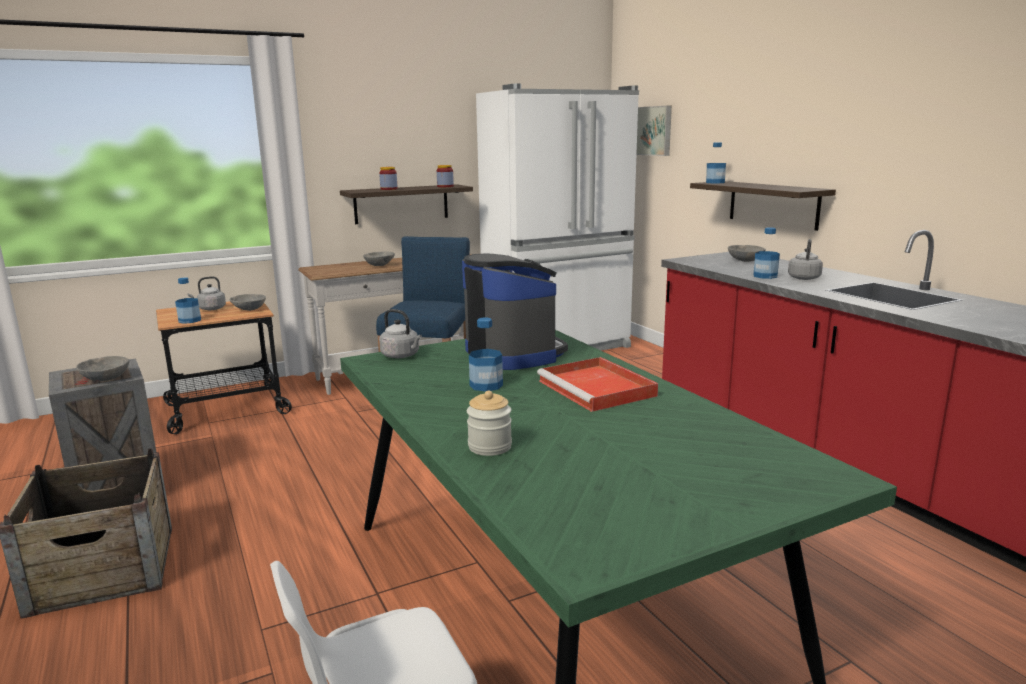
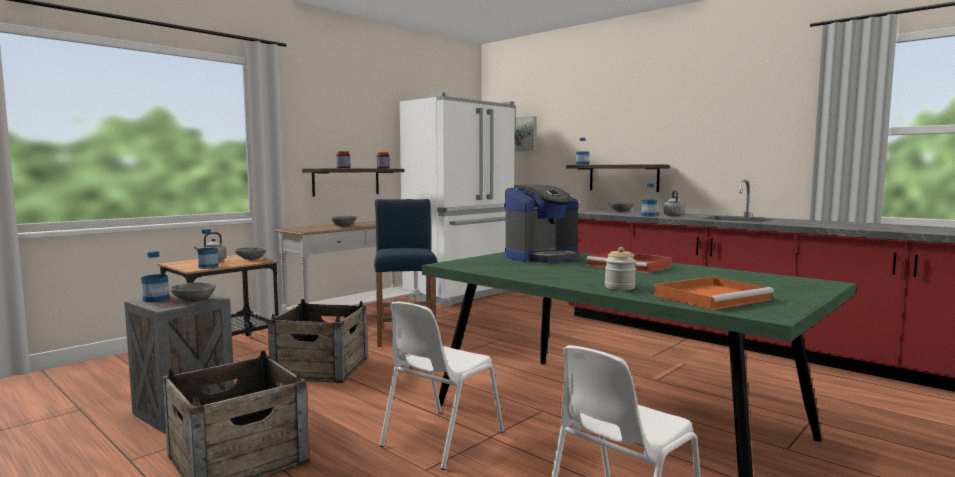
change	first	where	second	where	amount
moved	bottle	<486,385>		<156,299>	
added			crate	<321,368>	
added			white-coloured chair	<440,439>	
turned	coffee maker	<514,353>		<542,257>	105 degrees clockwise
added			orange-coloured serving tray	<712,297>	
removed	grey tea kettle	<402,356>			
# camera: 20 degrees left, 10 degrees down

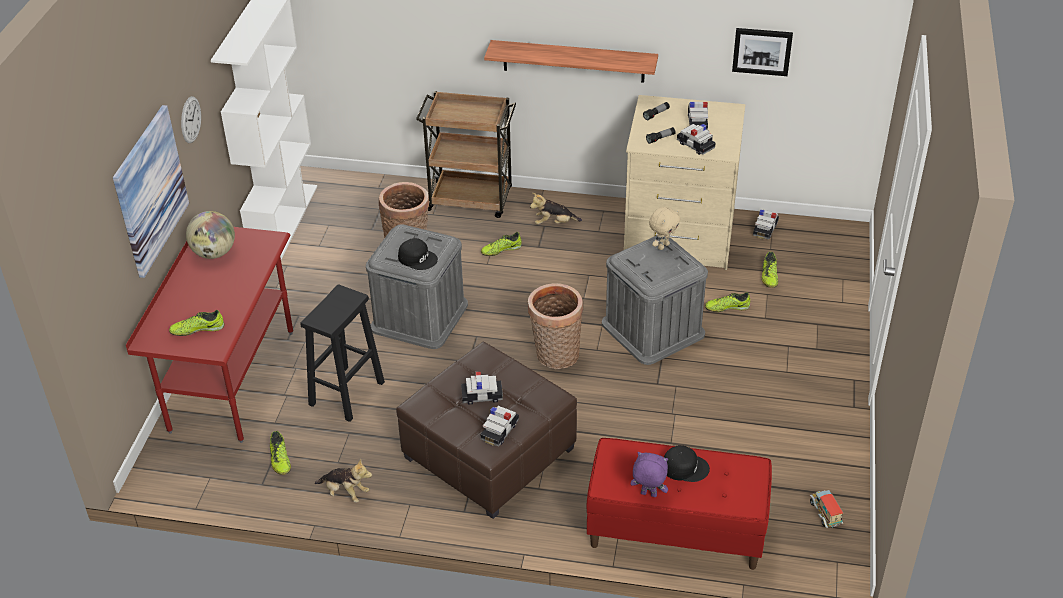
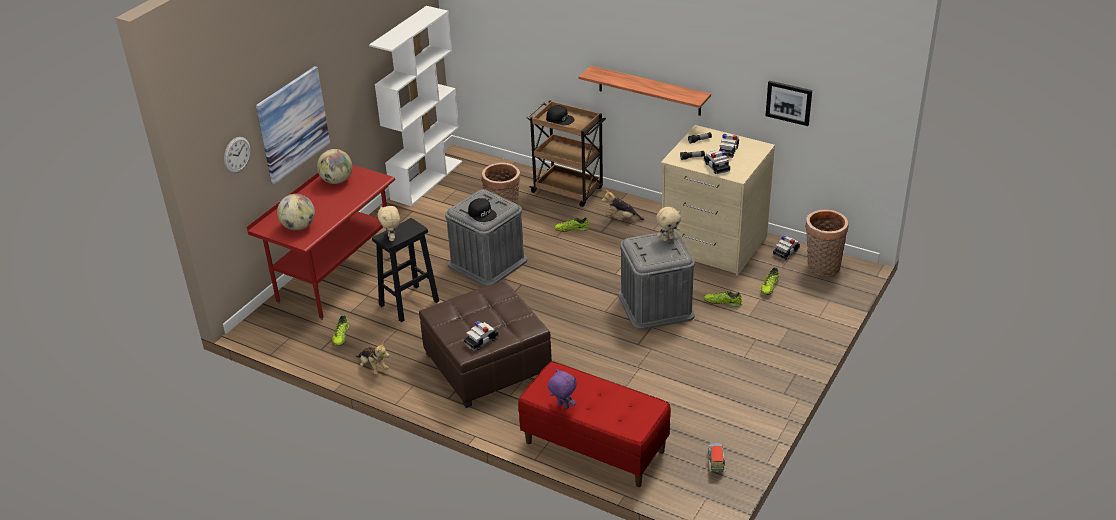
change	first	where	second	where	amount
moved	wall clock	<190,119>		<237,155>	
replaced	shoe	<197,329>	desk globe	<299,227>	
added			beige-coloured soft toy	<392,238>	
moved	black-coloured peaked cap	<685,467>		<560,119>	
moved	storage basket	<555,356>		<821,267>	
removed	miniature car	<482,396>			
# camera: 20 degrees right, 5 degrees down

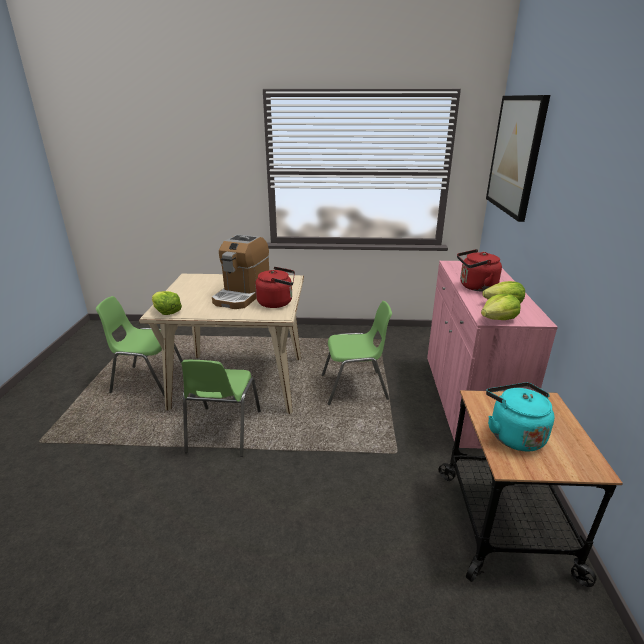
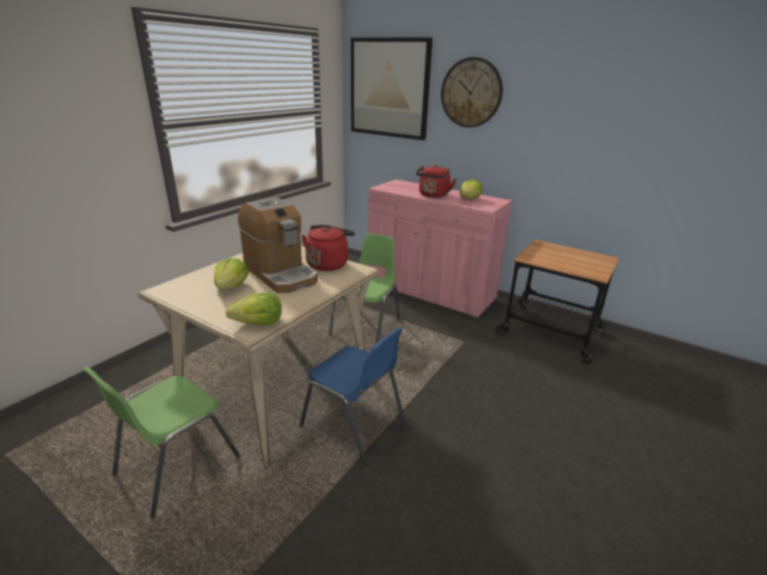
change	first	where	second	where	amount
moved	lettuce	<498,319>		<231,287>	
recoloured	green-coloured chair	<223,432>	blue-coloured chair	<354,426>	
added			wall clock	<471,93>	
removed	turquoise tea kettle	<513,434>			
# camera: 60 degrees left, 0 degrees up

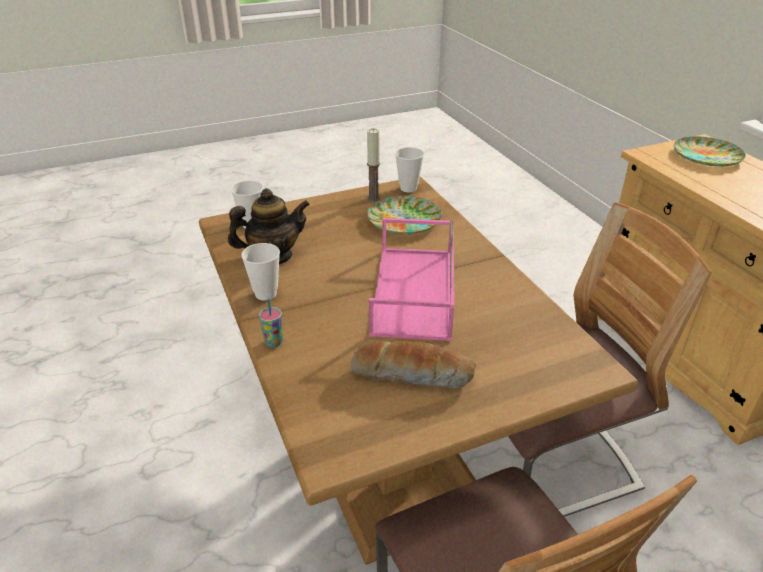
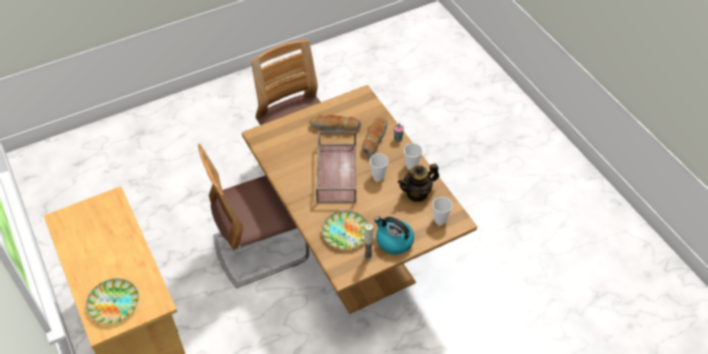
change	first	where	second	where	amount
recoloured	pink-coloured serving tray	<415,292>	brown-coloured serving tray	<336,172>	
added			bread	<374,139>	
moved	drinking cup	<408,188>		<378,176>	
added			tea kettle	<393,241>	
# camera: 175 degrees right, 15 degrees up

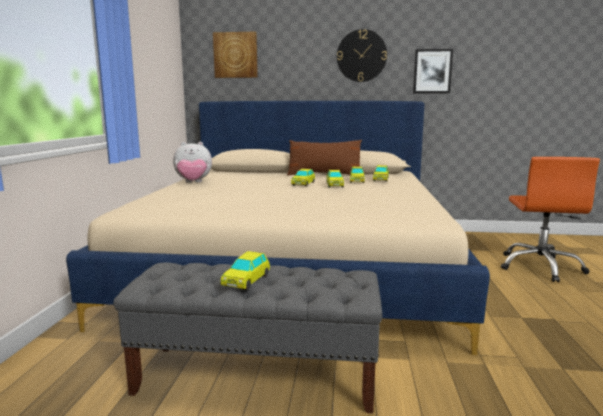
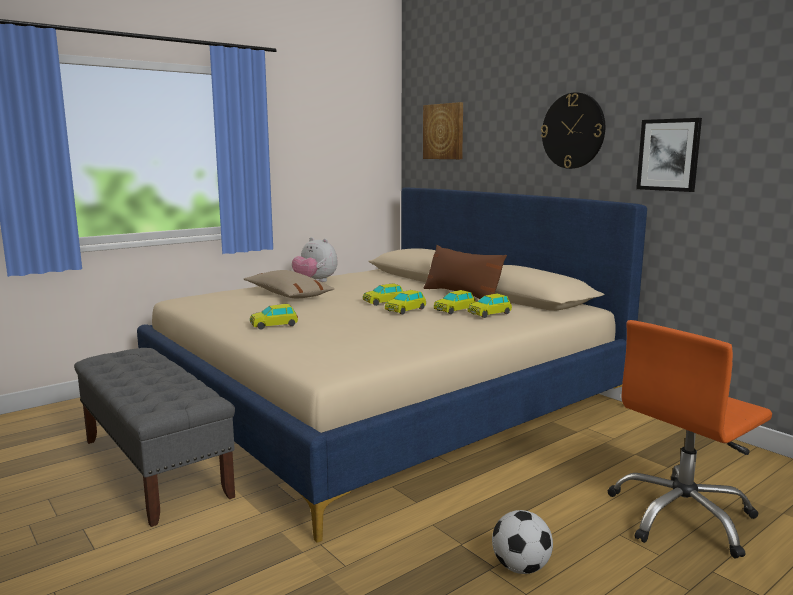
change	first	where	second	where	amount
added			beige-coloured cushion	<288,295>	
moved	miniature car	<246,280>		<274,325>	
added			football	<520,567>	
# camera: 45 degrees right, 0 degrees up

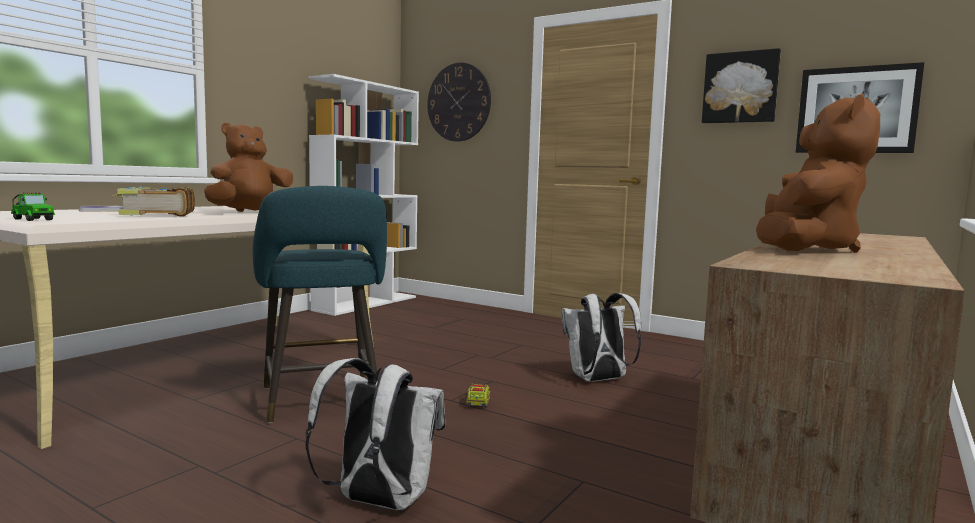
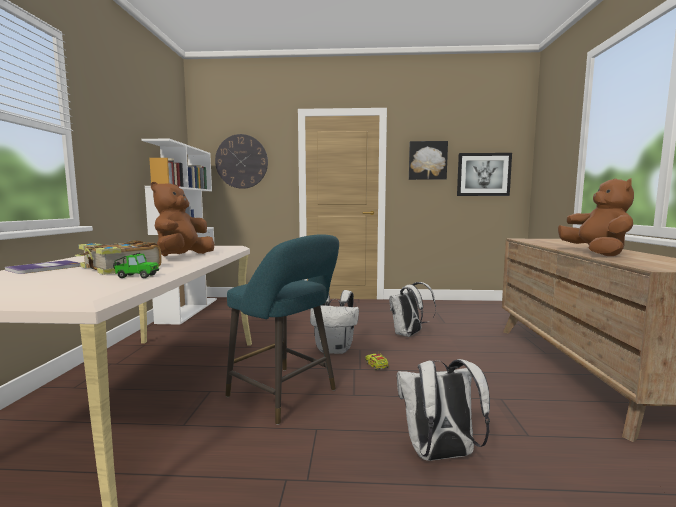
change	first	where	second	where	amount
moved	miniature car	<32,219>		<135,276>	
added			white-coloured backpack	<335,349>	
# camera: 30 degrees left, 0 degrees up

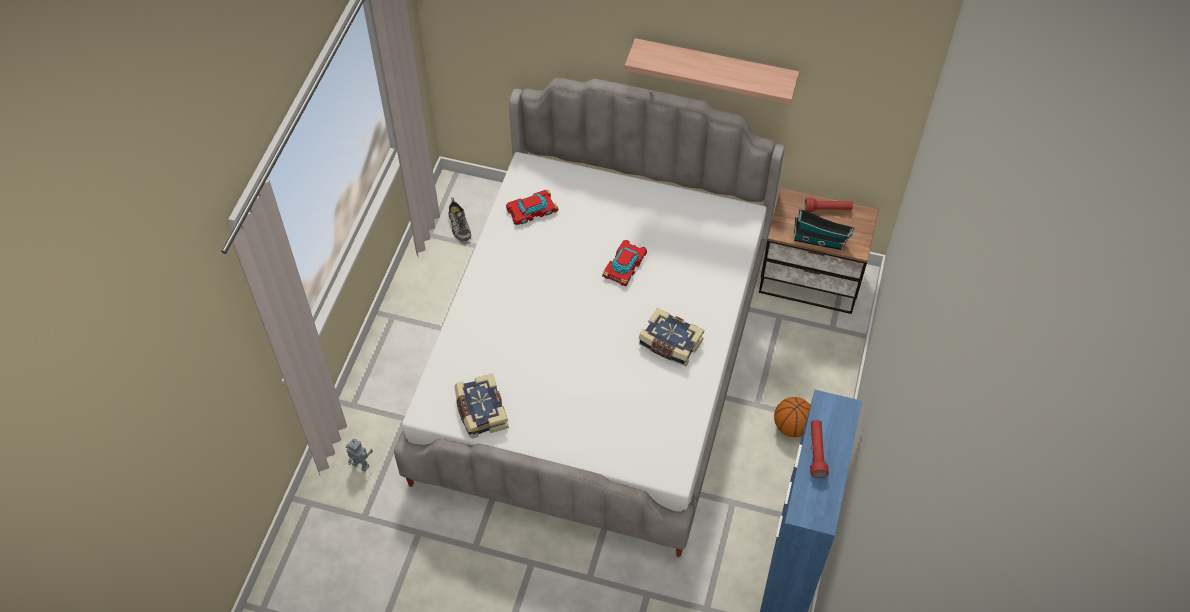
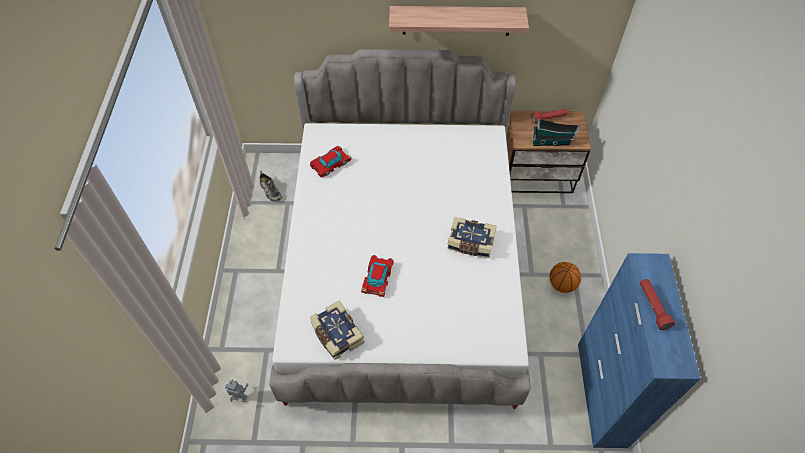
change	first	where	second	where	amount
moved	miniature car	<625,266>		<378,278>	
# camera: 15 degrees left, 0 degrees up

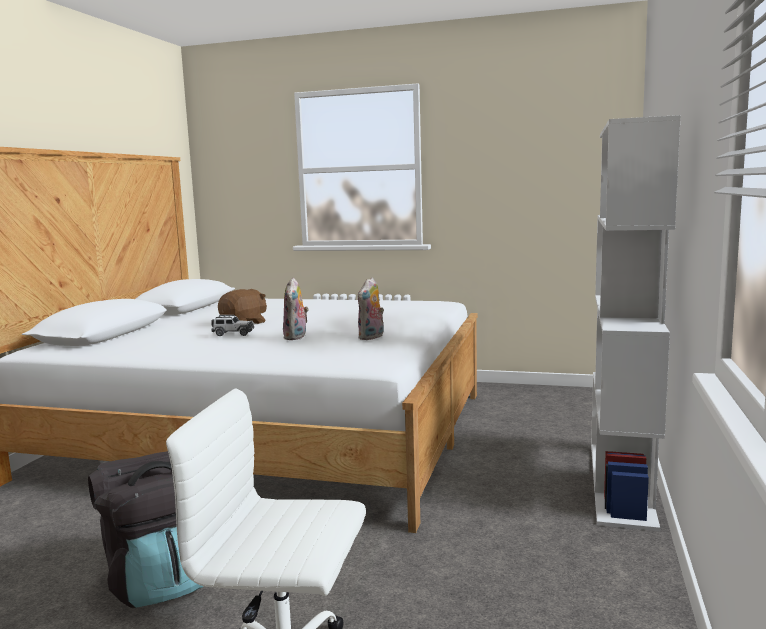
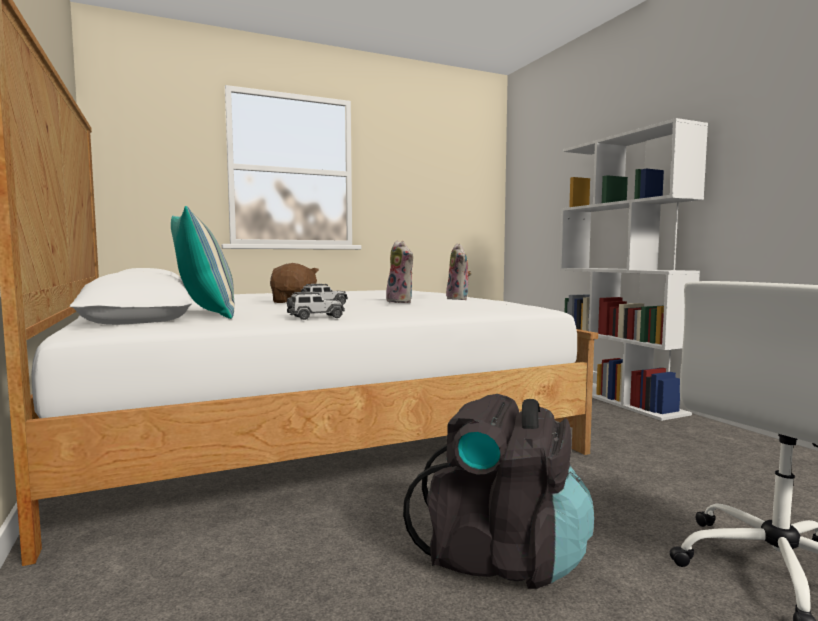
change	first	where	second	where	amount
added			cushion	<206,314>	
added			miniature car	<316,317>	
# camera: 40 degrees left, 5 degrees down

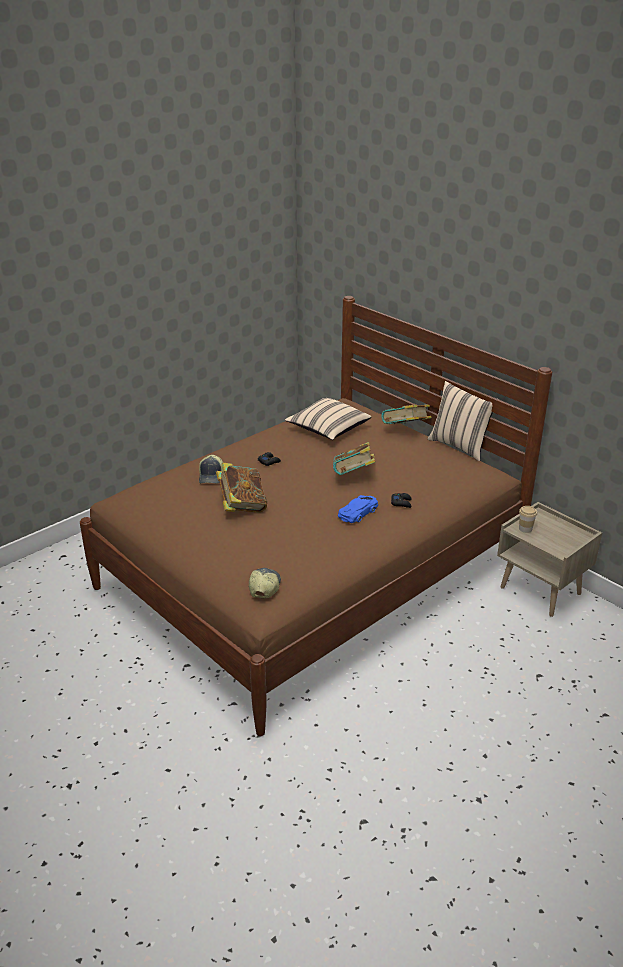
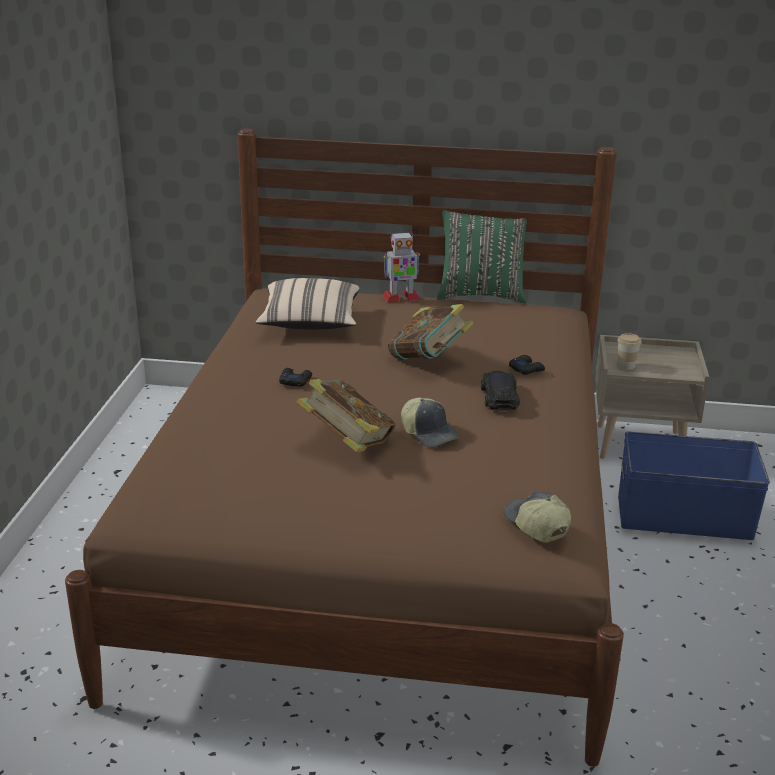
change	first	where	second	where	amount
replaced	bound book	<405,431>	toy robot	<401,297>	
moved	peaked cap	<212,476>		<429,433>	
recoloured	beige-coloured cushion	<460,446>	green-coloured cushion	<481,295>	
recoloured	blue-coloured miniature car	<358,512>	black-coloured miniature car	<499,396>	
added			blue-coloured storage container	<685,517>	
# camera: 40 degrees left, 5 degrees down

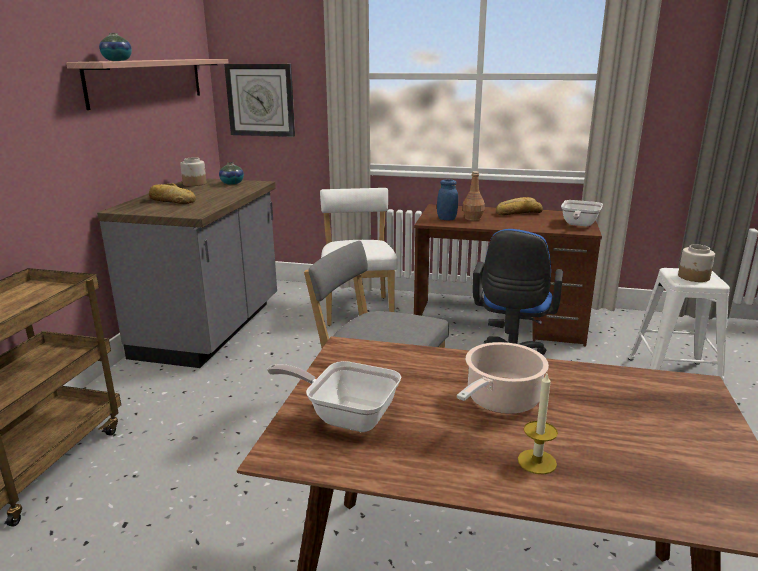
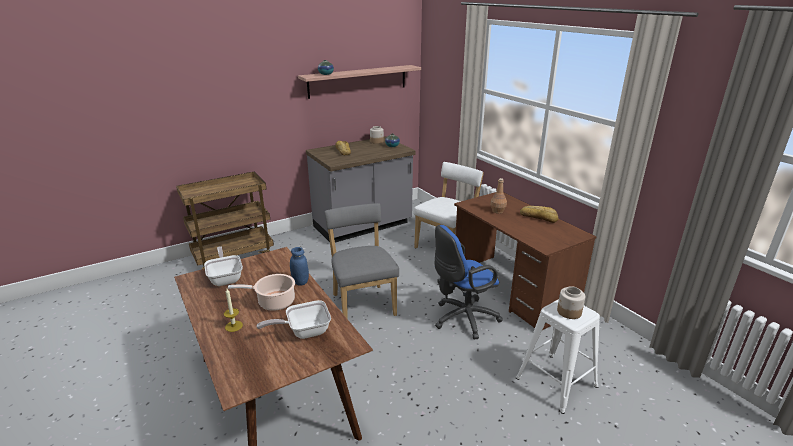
change	first	where	second	where	amount
moved	skillet	<578,225>		<304,331>	
moved	blue-coloured jar	<446,219>		<300,282>	
removed	wall clock	<261,100>			
# camera: 45 degrees right, 5 degrees up

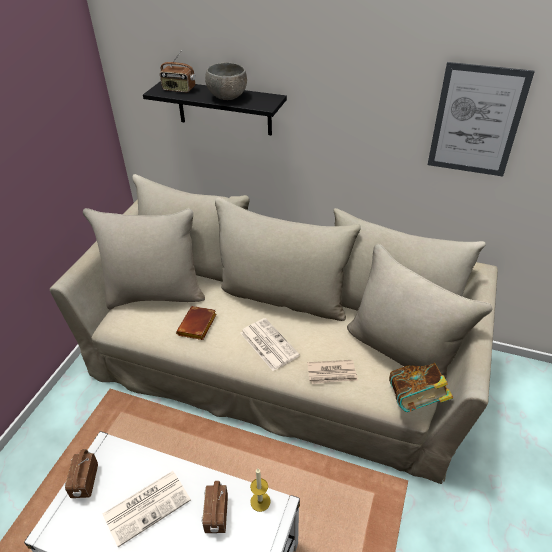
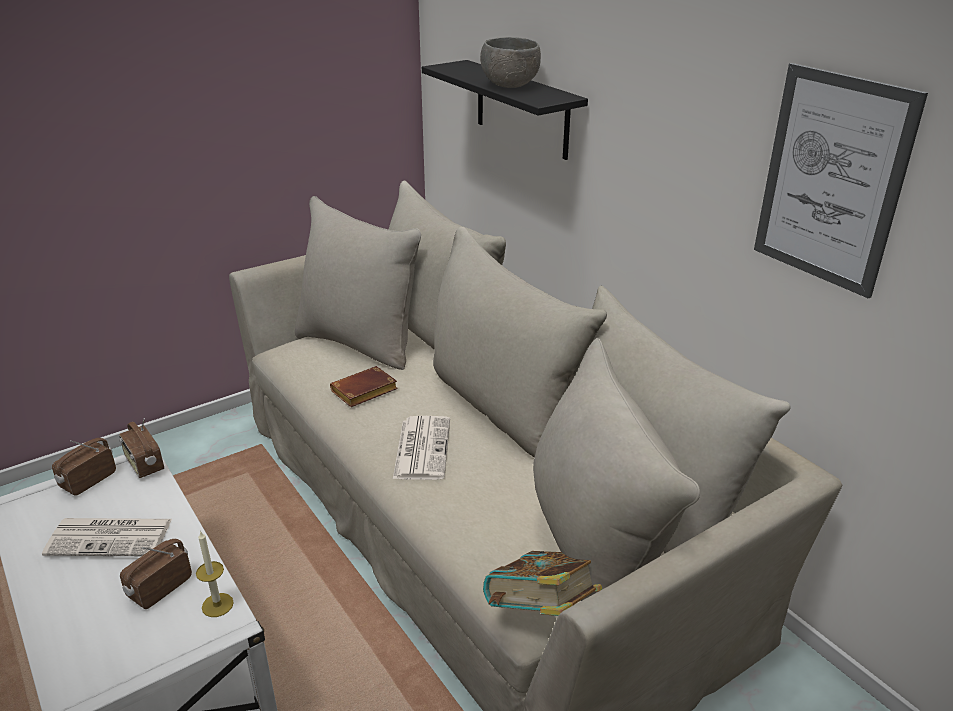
change	first	where	second	where	amount
moved	radio	<178,89>		<144,465>	
removed	newspaper	<332,373>			
# camera: 35 degrees right, 10 degrees down

